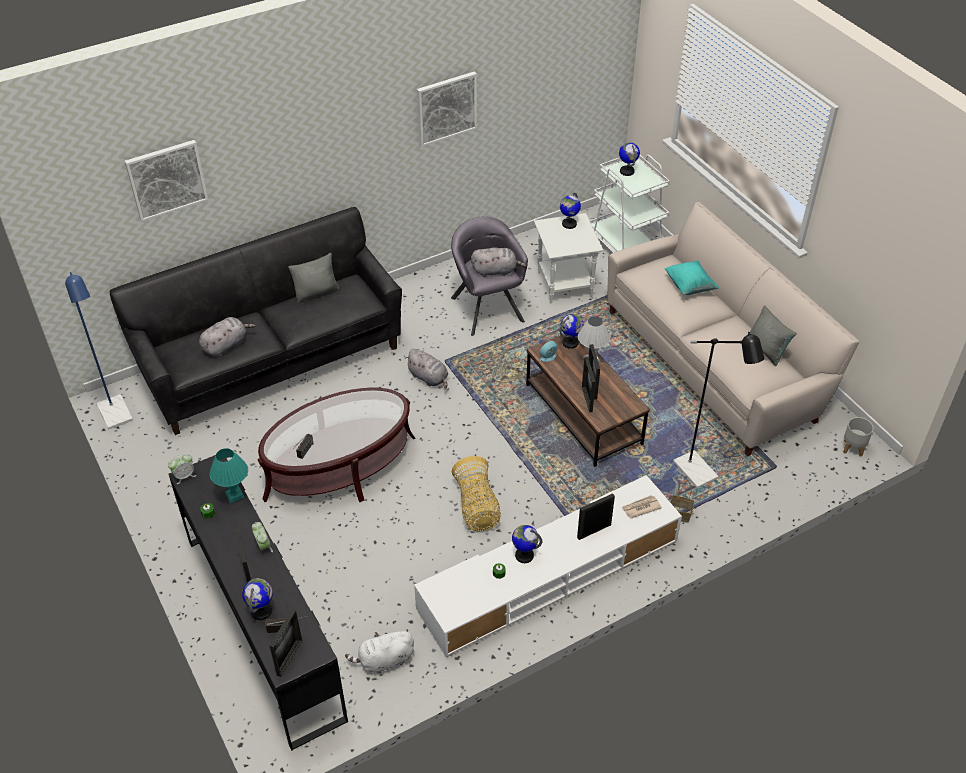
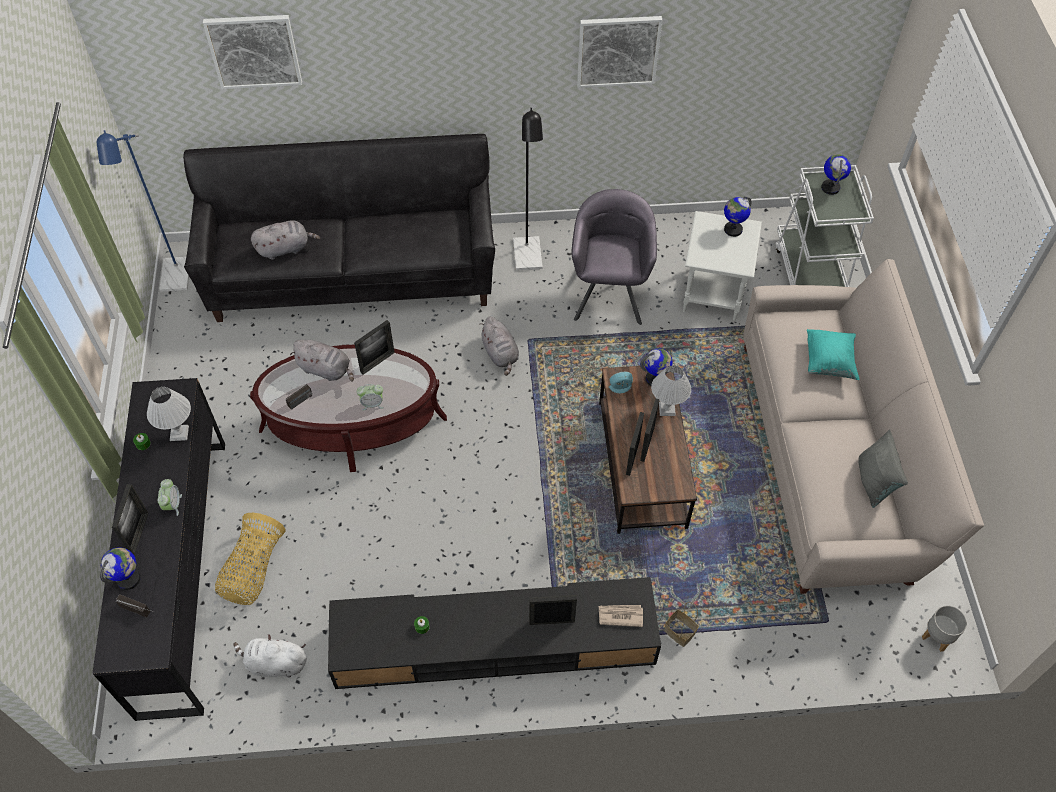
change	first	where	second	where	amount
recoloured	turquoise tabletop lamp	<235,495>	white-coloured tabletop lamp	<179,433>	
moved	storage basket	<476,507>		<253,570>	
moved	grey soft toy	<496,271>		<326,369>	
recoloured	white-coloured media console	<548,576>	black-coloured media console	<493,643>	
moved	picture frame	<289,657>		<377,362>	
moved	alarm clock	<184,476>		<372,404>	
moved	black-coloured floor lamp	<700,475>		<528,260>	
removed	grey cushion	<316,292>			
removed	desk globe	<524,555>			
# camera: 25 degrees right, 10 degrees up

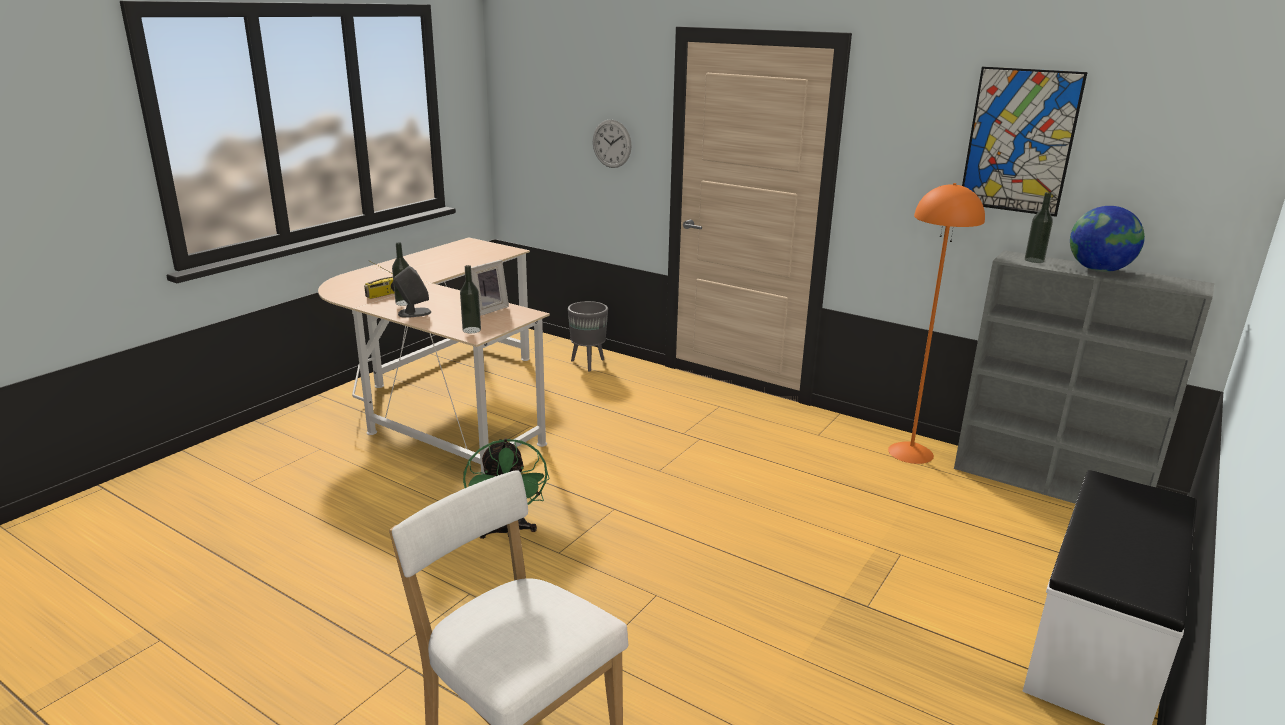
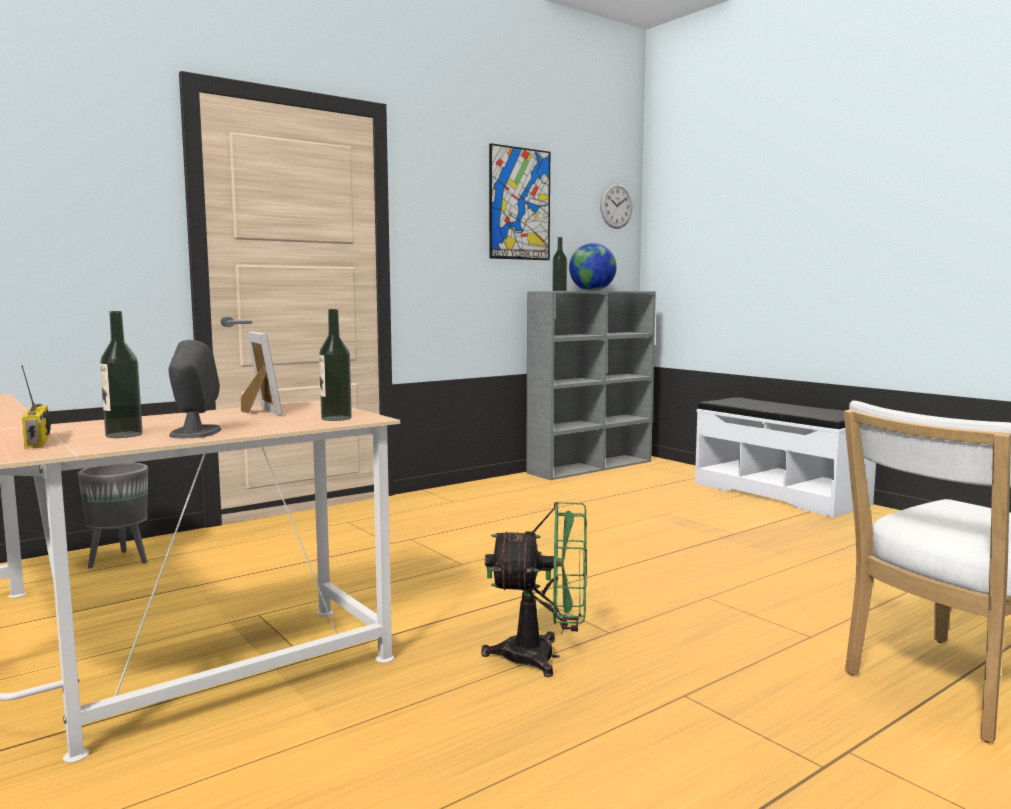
change	first	where	second	where	amount
moved	wall clock	<611,144>		<616,205>	
removed	orange-coloured floor lamp	<911,452>			
# camera: 70 degrees left, 15 degrees down

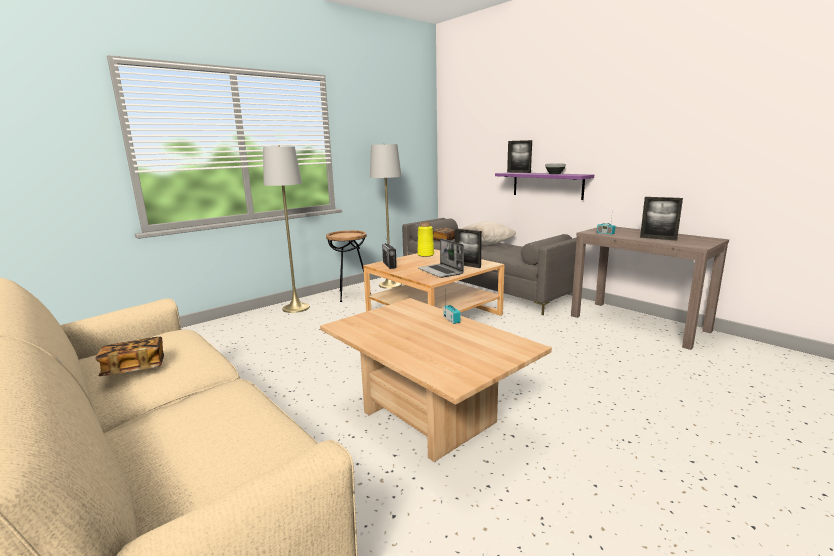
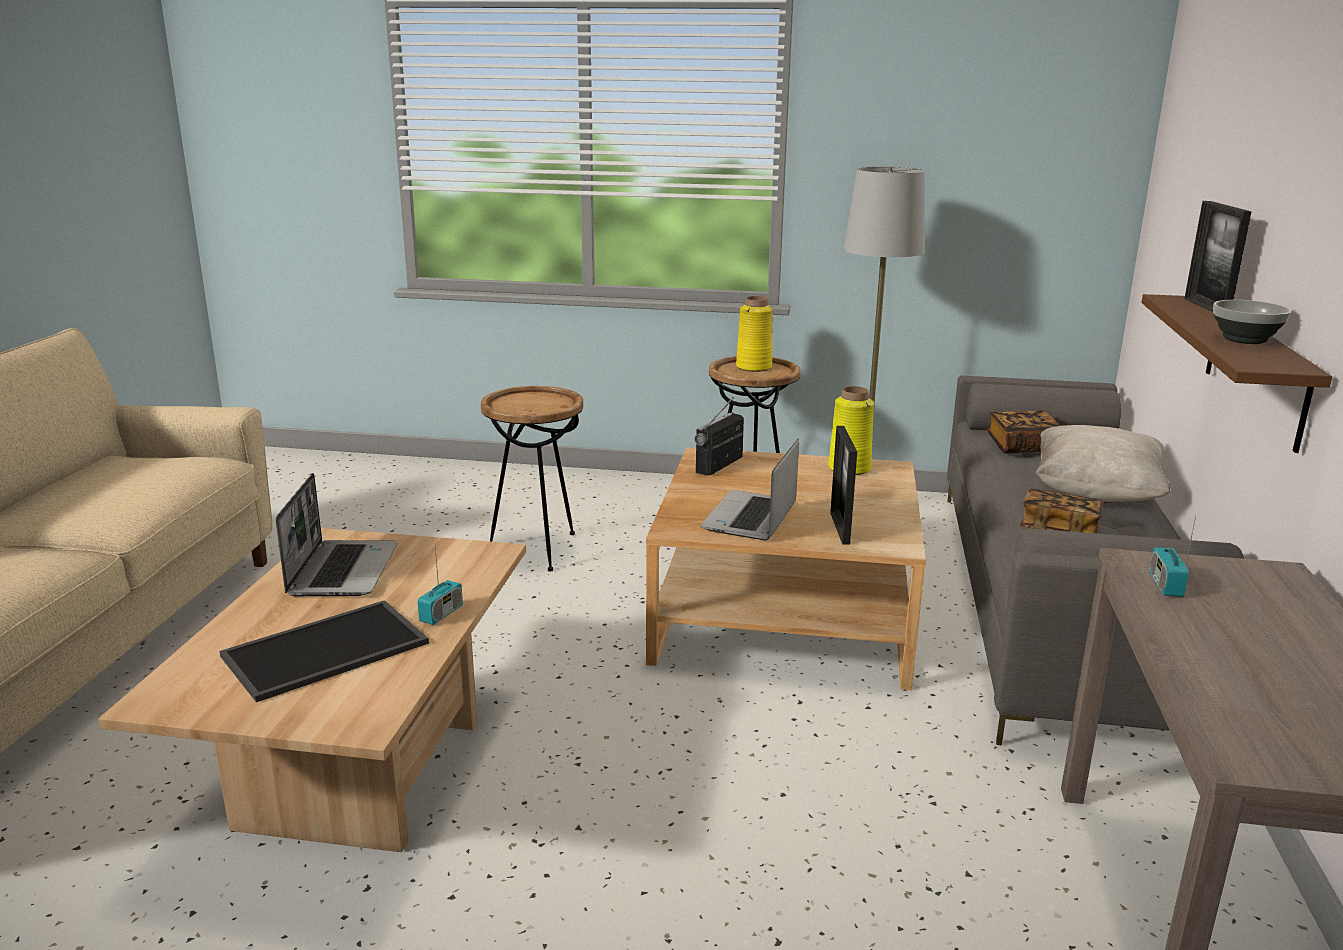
change	first	where	second	where	amount
added			serving tray	<325,651>	
added			laptop	<342,570>	
added			brown-coloured end table	<538,549>	
added			yellow-coloured vase	<754,367>	
moved	bound book	<135,368>		<1058,532>	
recoloured	purplish wall shelf	<547,185>	brown-coloured wall shelf	<1256,370>	
removed	grey floor lamp	<296,308>			
removed	picture frame	<658,238>			
# camera: 50 degrees right, 5 degrees up

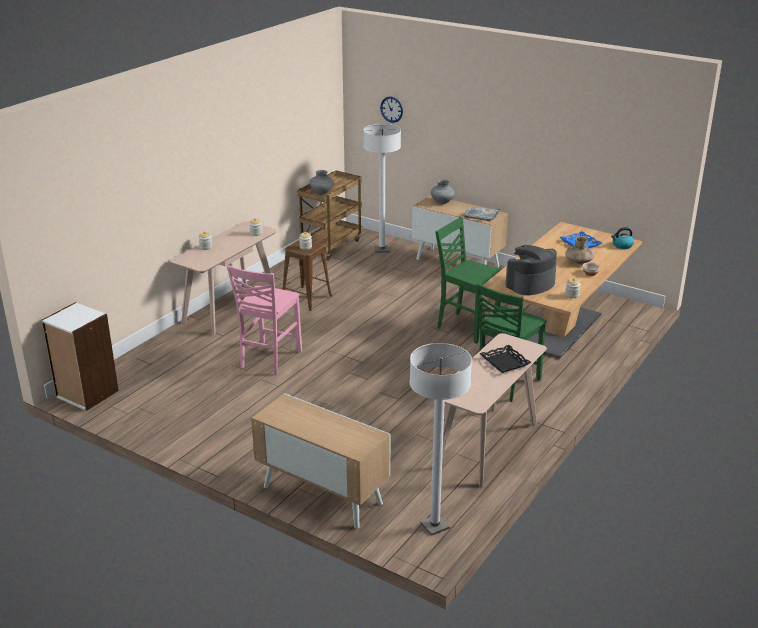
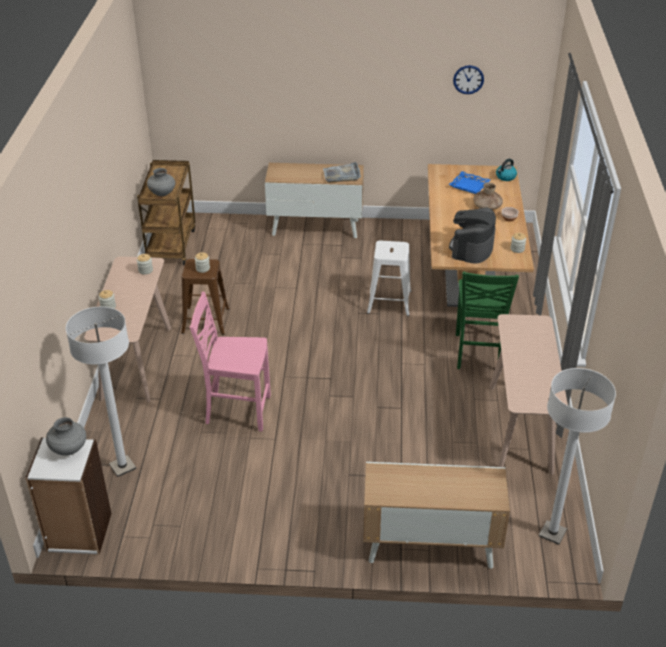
change	first	where	second	where	amount
moved	grey vase	<442,202>		<69,449>	
moved	white-coloured floor lamp	<382,250>		<122,467>	
turned	pink-coloured chair	<269,359>		<236,410>	105 degrees clockwise
replaced	green-coloured chair	<466,327>	white-coloured stool seat	<389,301>	
moved	wall clock	<391,109>		<468,79>	
removed	black-coloured serving tray	<505,362>			
# camera: 30 degrees left, 10 degrees up

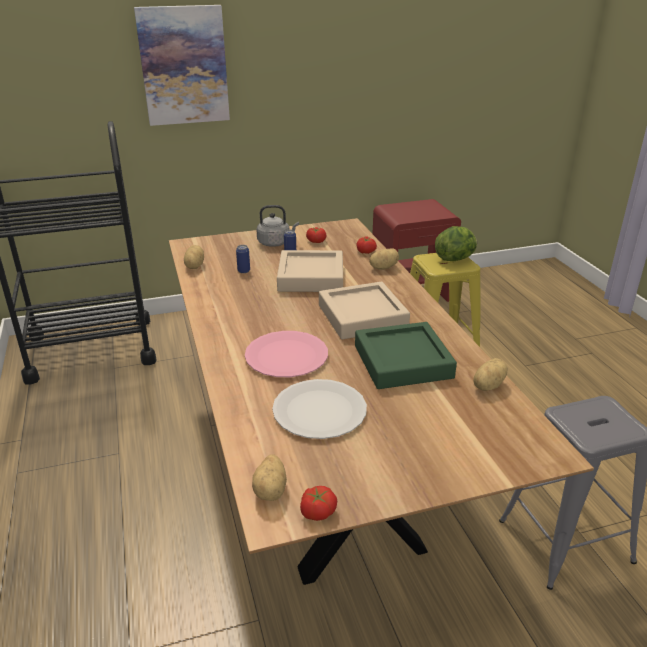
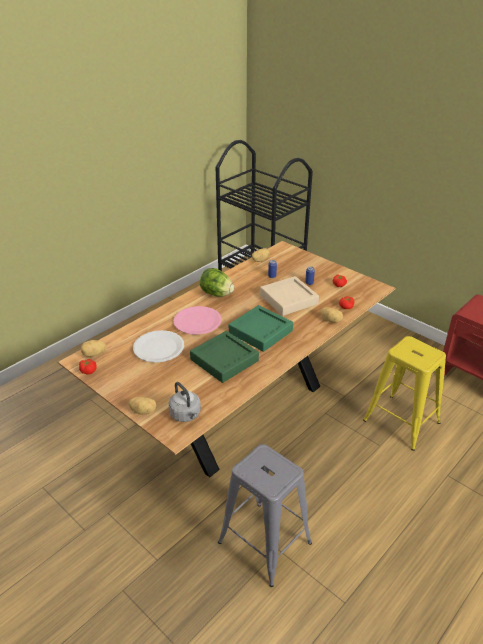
change	first	where	second	where	amount
moved	whole potato	<487,385>		<143,411>	
moved	grey tea kettle	<275,243>		<186,415>	
moved	lettuce	<455,259>		<216,294>	
recoloured	beige-coloured serving tray	<362,316>	green-coloured serving tray	<260,332>	
removed	wall picture	<184,66>			
# camera: 60 degrees right, 5 degrees up

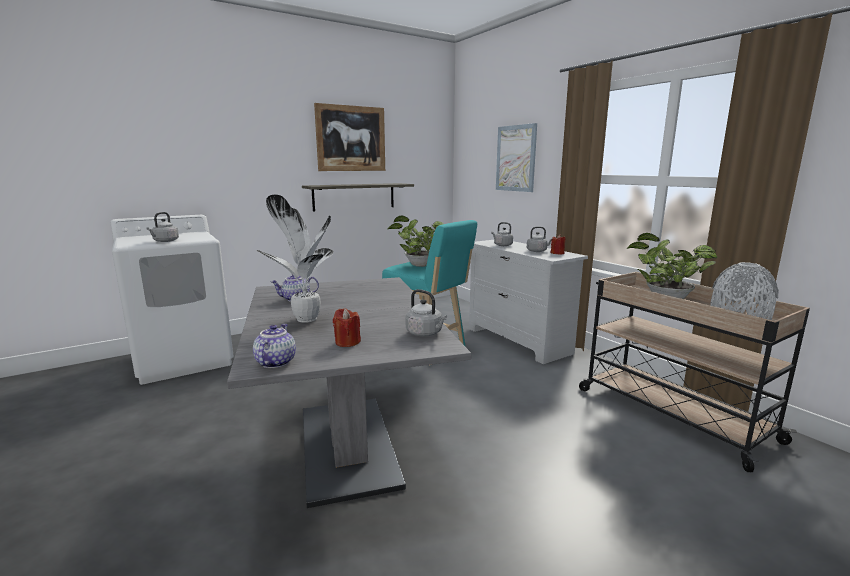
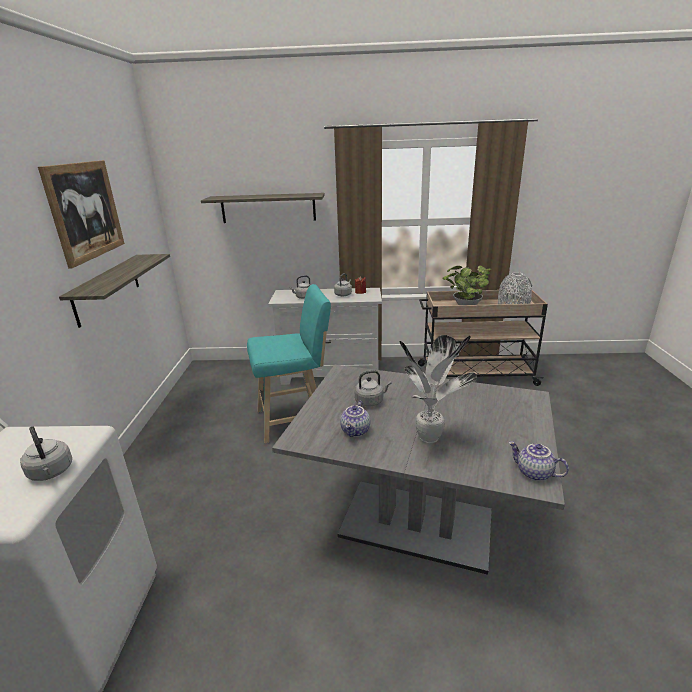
change	first	where	second	where	amount
replaced	wall picture	<516,158>	wall shelf	<268,208>	
moved	grey tea kettle	<425,333>		<370,401>	
removed	reddish wax light	<347,342>			
removed	houseplant	<418,265>			
# camera: 55 degrees left, 10 degrees up

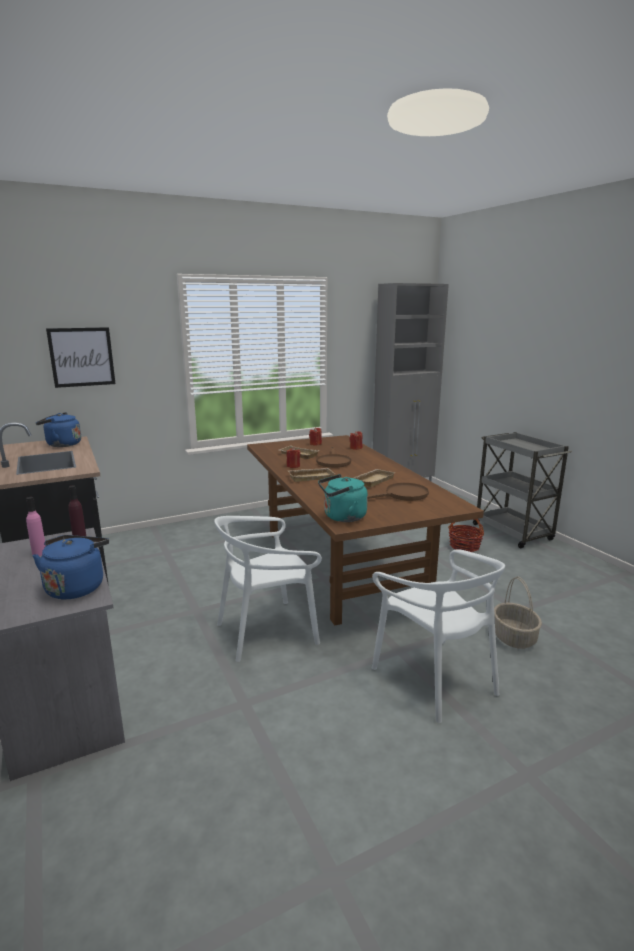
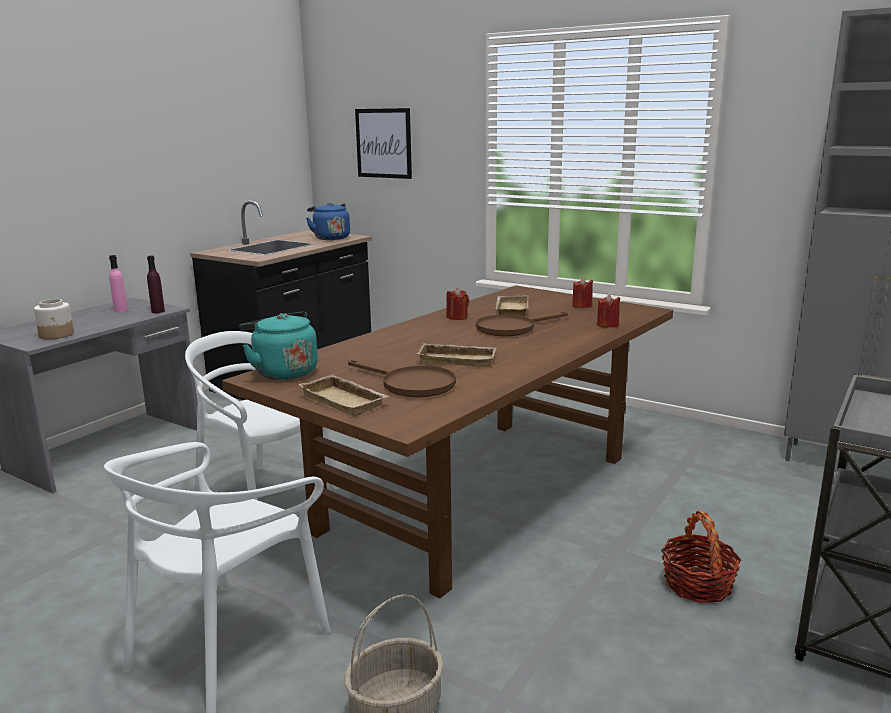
change	first	where	second	where	amount
replaced	blue-coloured tea kettle	<76,587>	jar	<57,335>	
moved	beige-coloured serving tray	<311,477>		<346,401>	
# camera: 60 degrees right, 0 degrees up

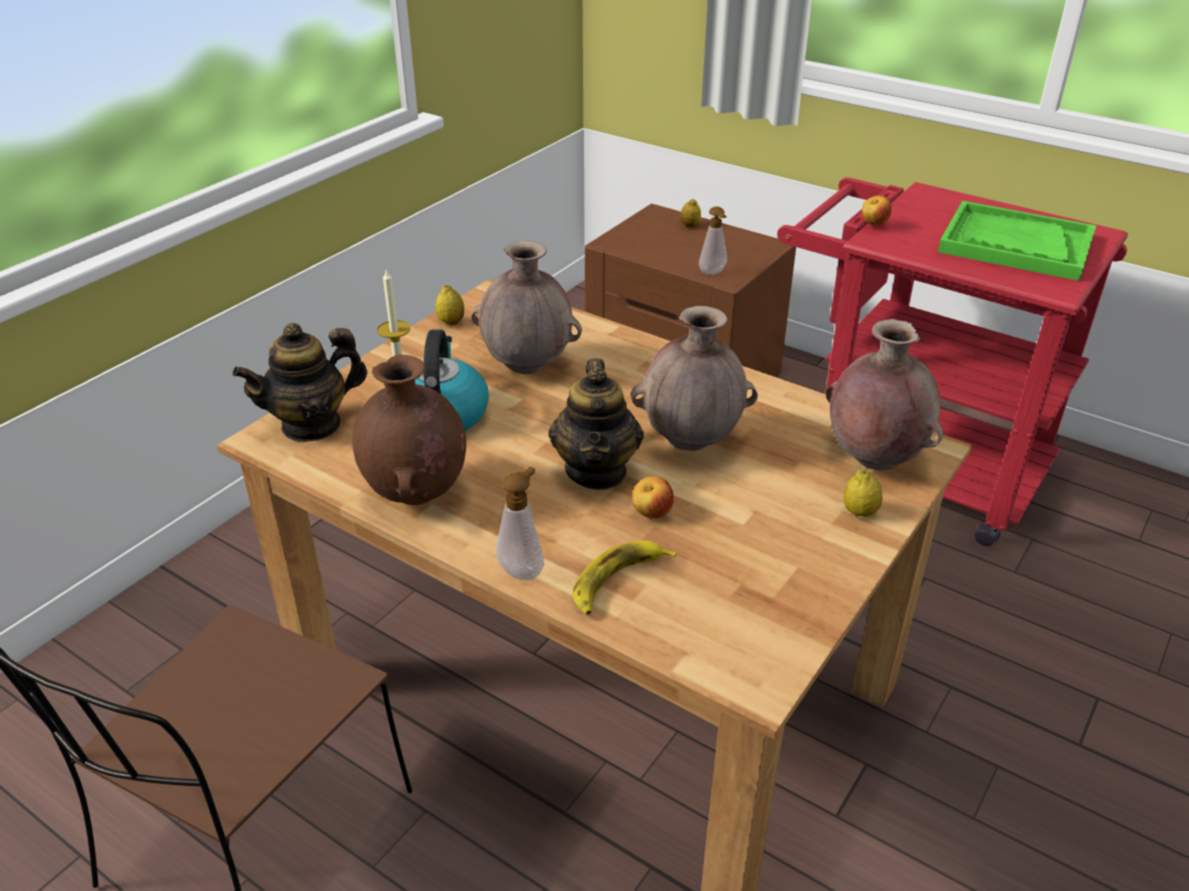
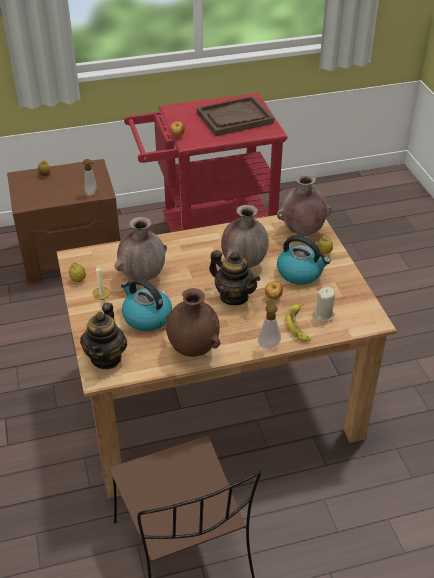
change	first	where	second	where	amount
recoloured	green-coloured serving tray	<1015,244>	brown-coloured serving tray	<234,118>	
added			tea kettle	<300,273>	
added			beige-coloured wax light	<324,315>	
# camera: 50 degrees left, 5 degrees up

